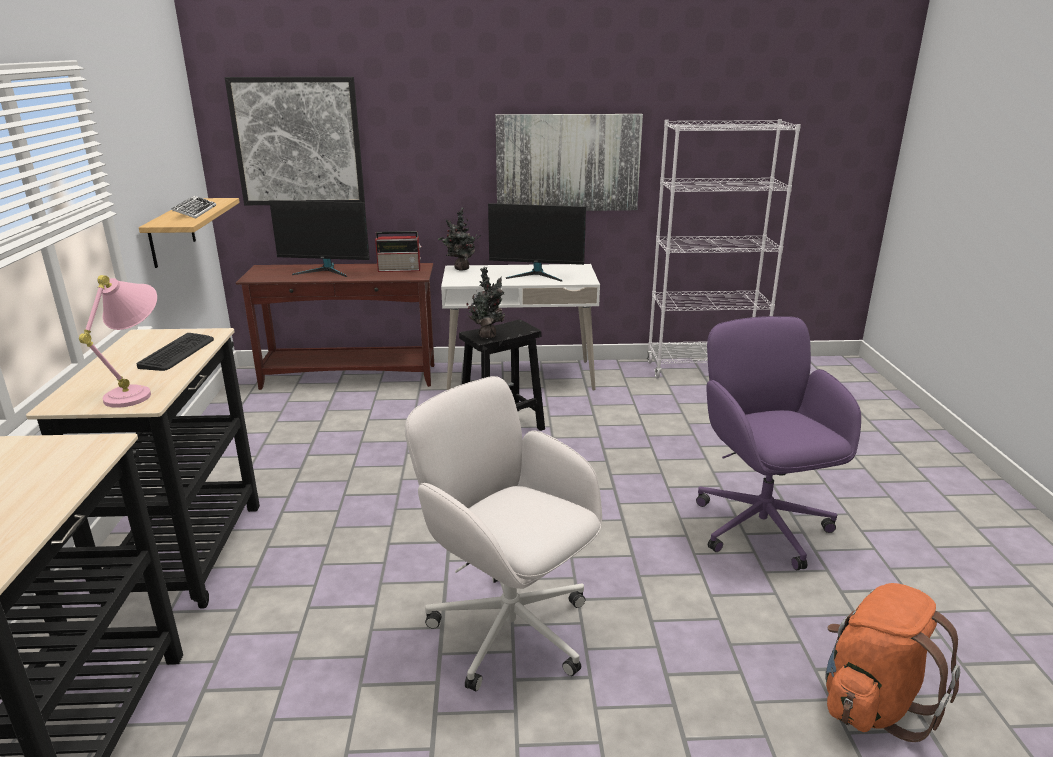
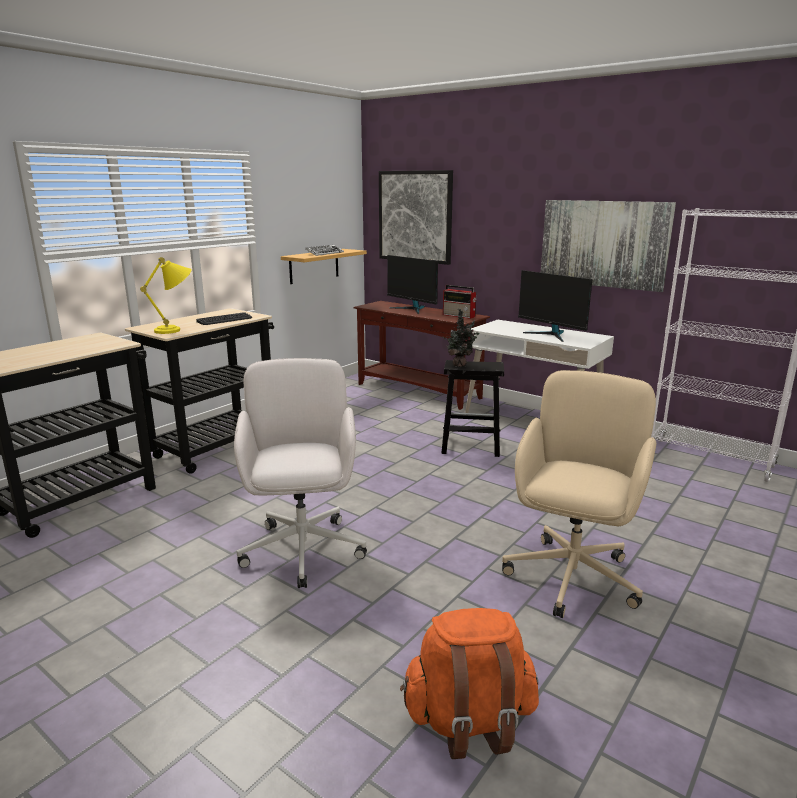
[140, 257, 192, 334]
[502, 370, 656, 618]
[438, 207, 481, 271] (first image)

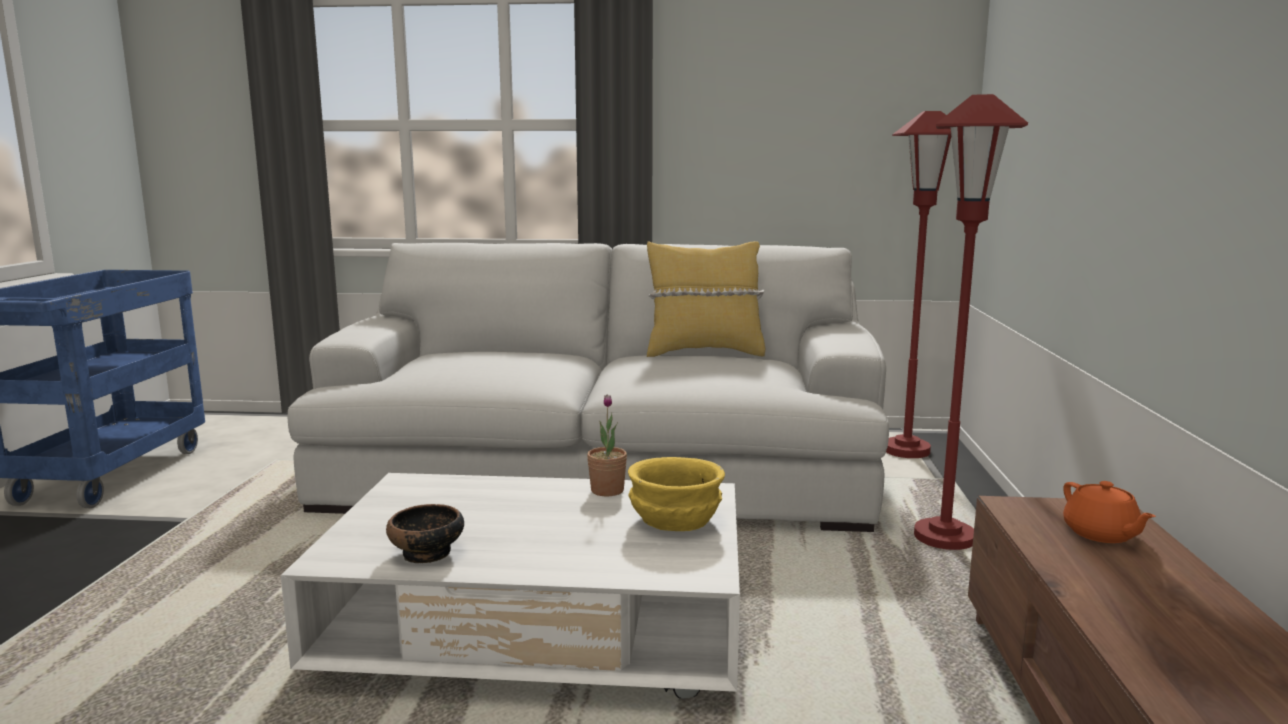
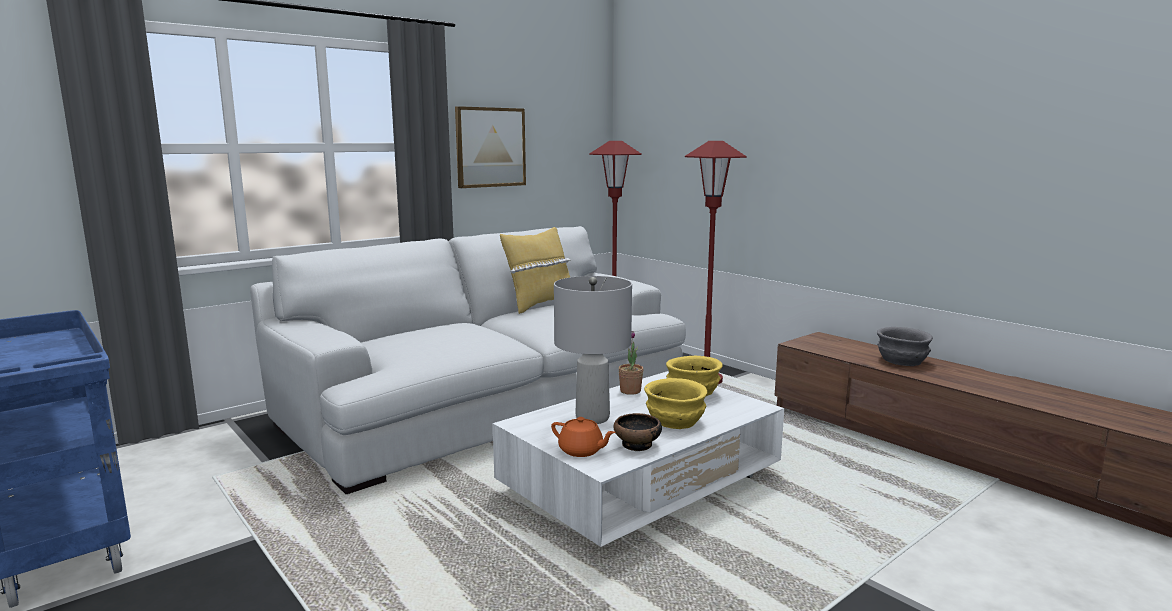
[455, 106, 526, 188]
[551, 417, 616, 457]
[554, 276, 632, 424]
[644, 378, 707, 429]
[877, 327, 933, 366]

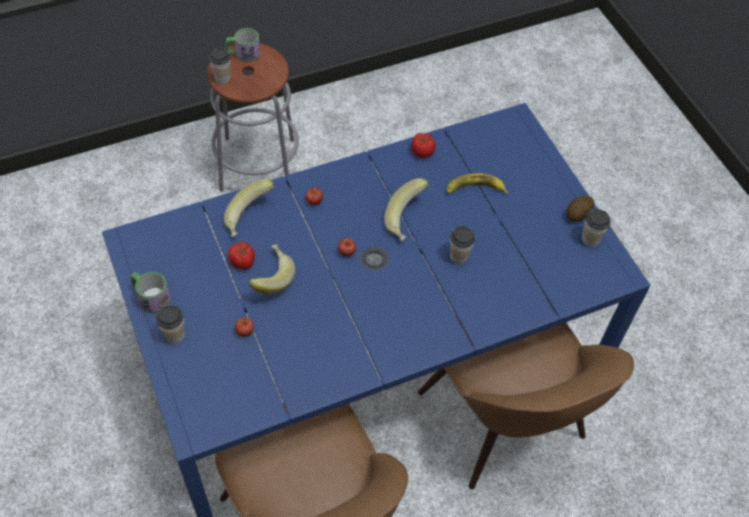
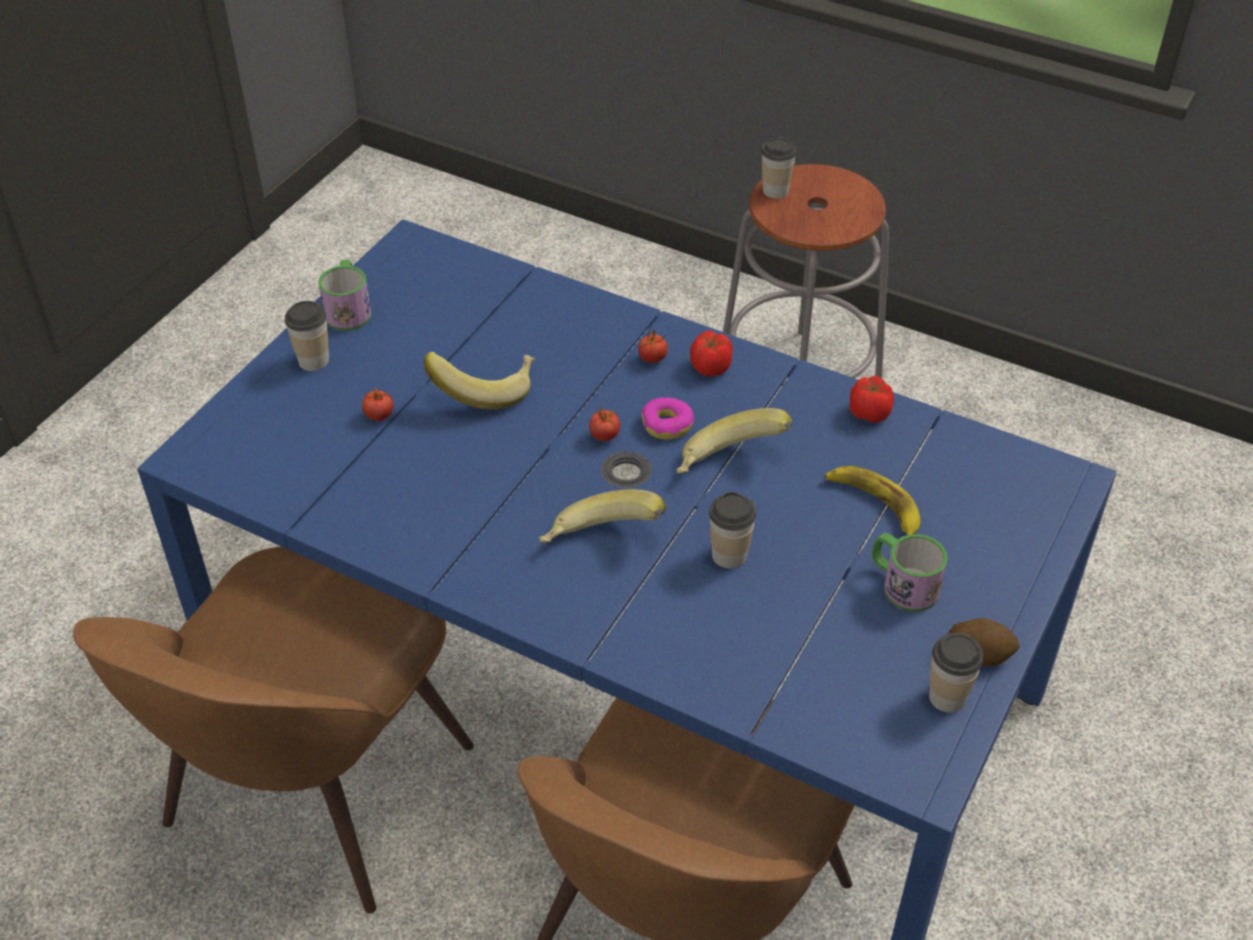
[539, 489, 666, 543]
[642, 397, 694, 440]
[690, 331, 733, 376]
[872, 532, 947, 612]

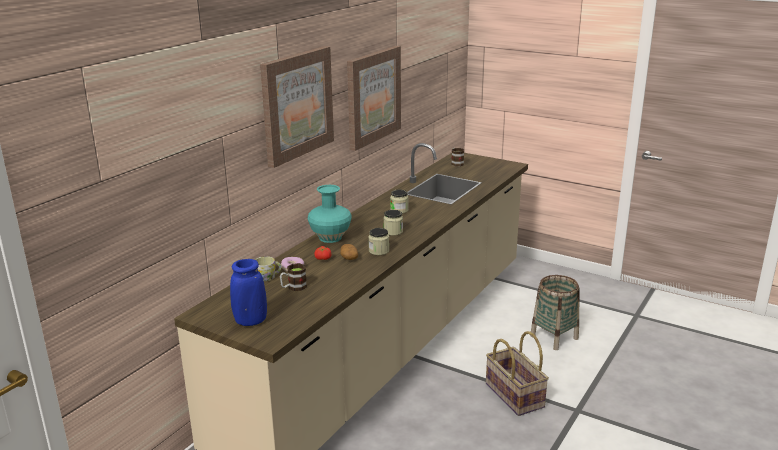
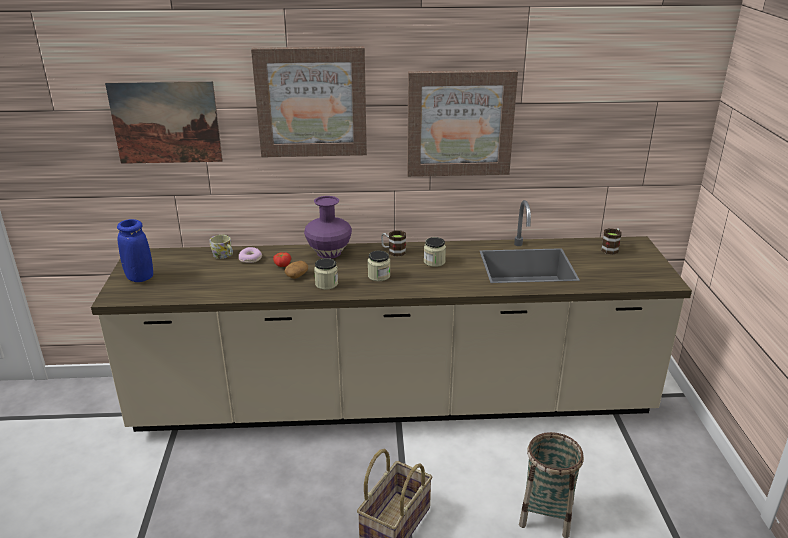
[105, 81, 223, 164]
[304, 196, 352, 259]
[381, 231, 406, 256]

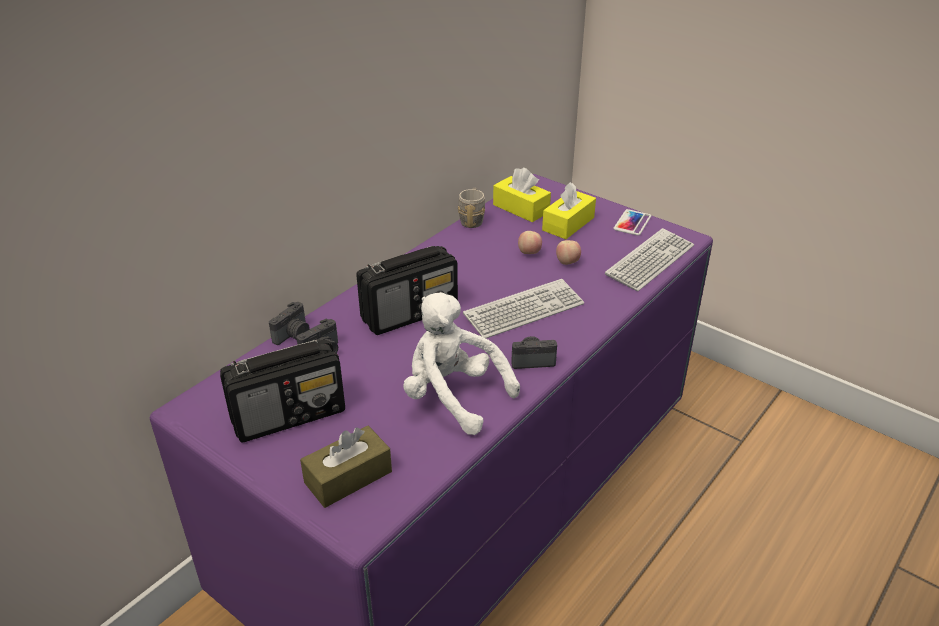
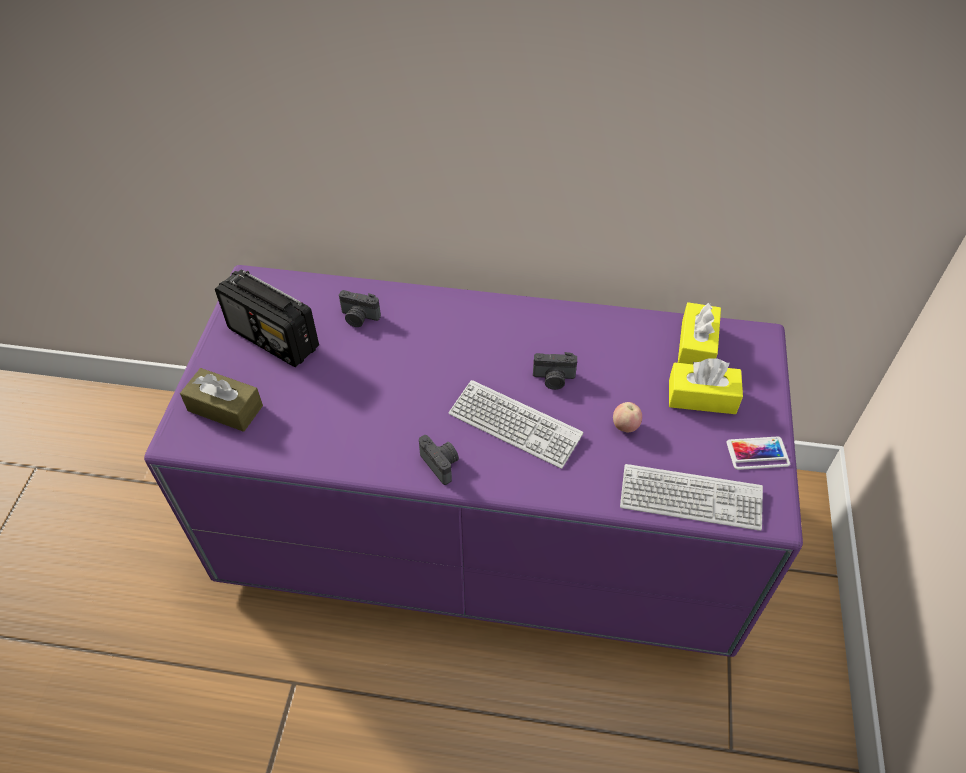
[533, 352, 577, 390]
[356, 246, 458, 335] (first image)
[403, 292, 520, 435] (first image)
[458, 188, 485, 228] (first image)
[518, 231, 542, 254] (first image)

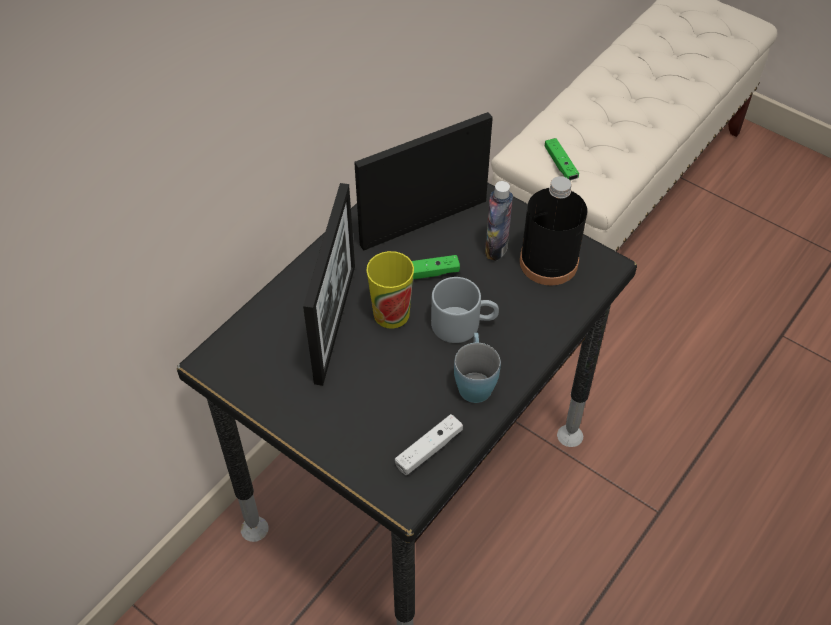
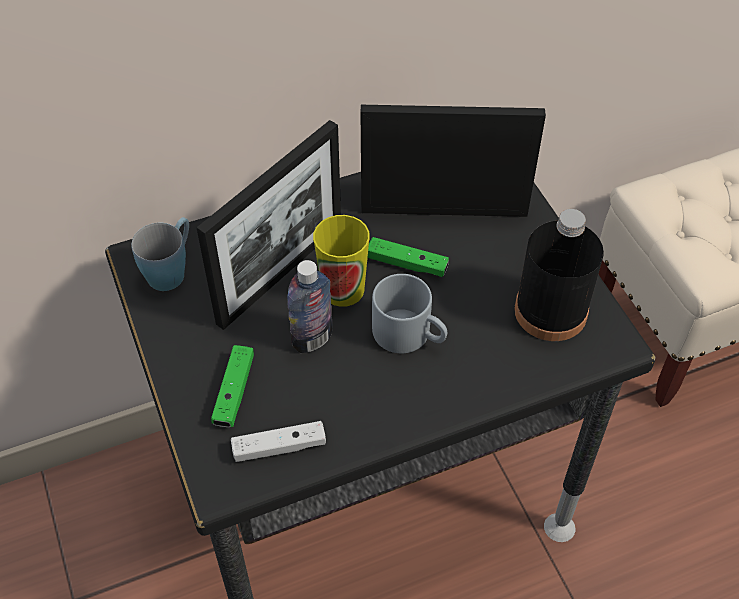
[131, 217, 189, 291]
[211, 345, 254, 427]
[287, 260, 332, 353]

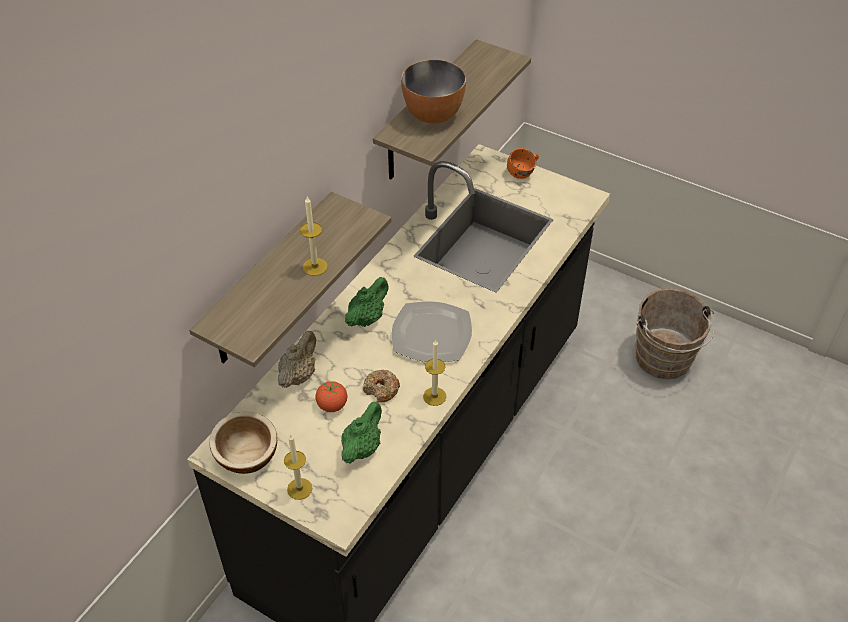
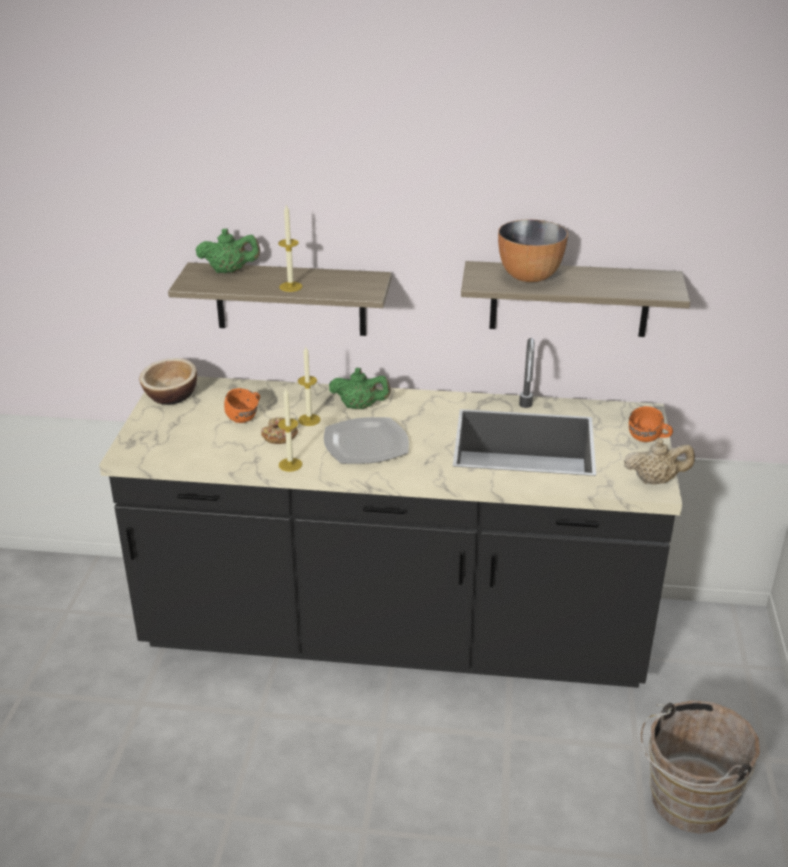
[196, 229, 260, 274]
[224, 388, 260, 423]
[298, 347, 321, 426]
[624, 439, 695, 484]

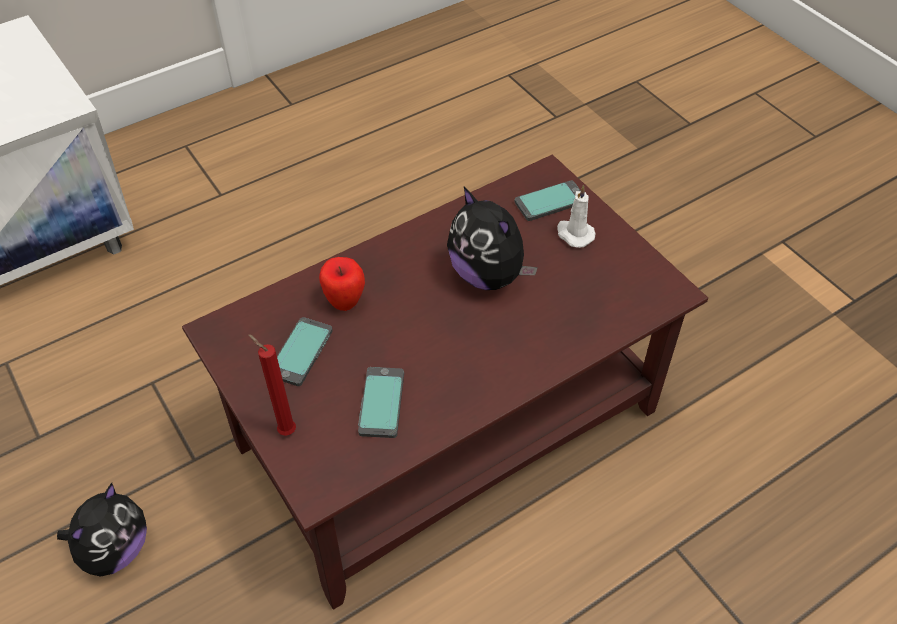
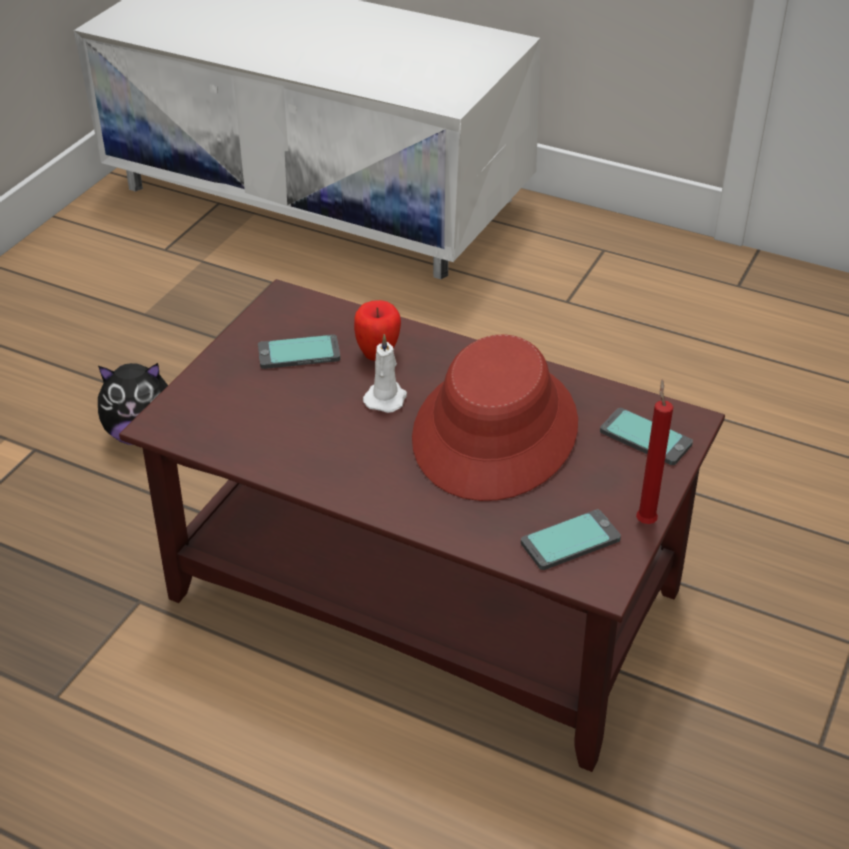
[363, 334, 407, 413]
[412, 335, 578, 501]
[521, 509, 621, 570]
[636, 380, 673, 524]

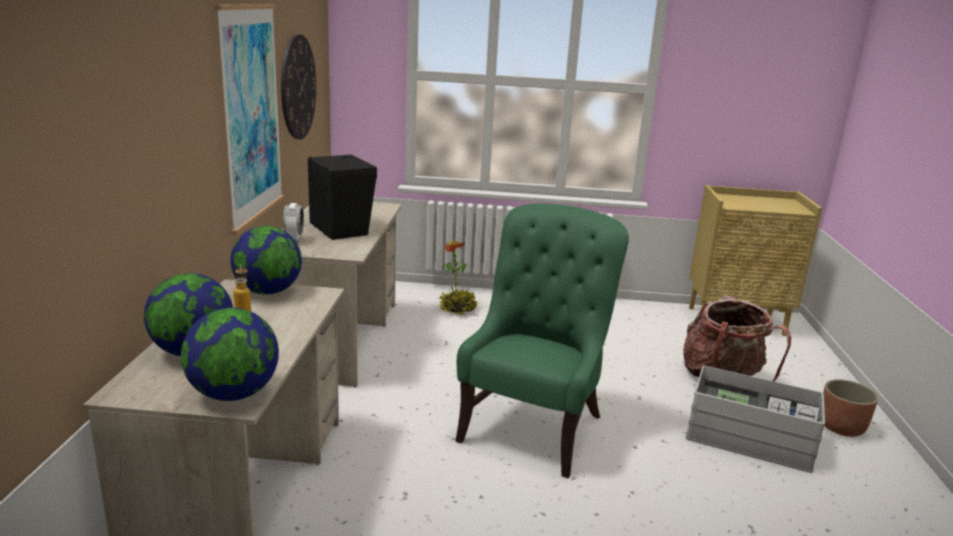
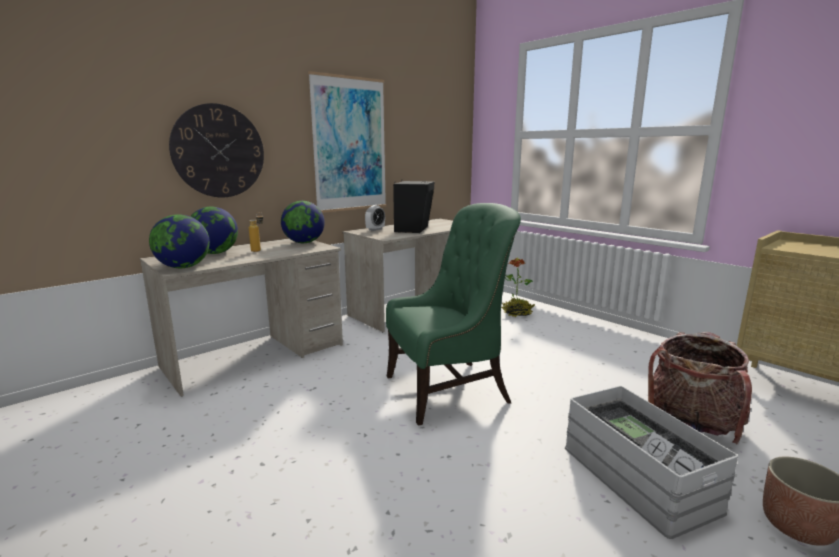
[169, 103, 264, 197]

